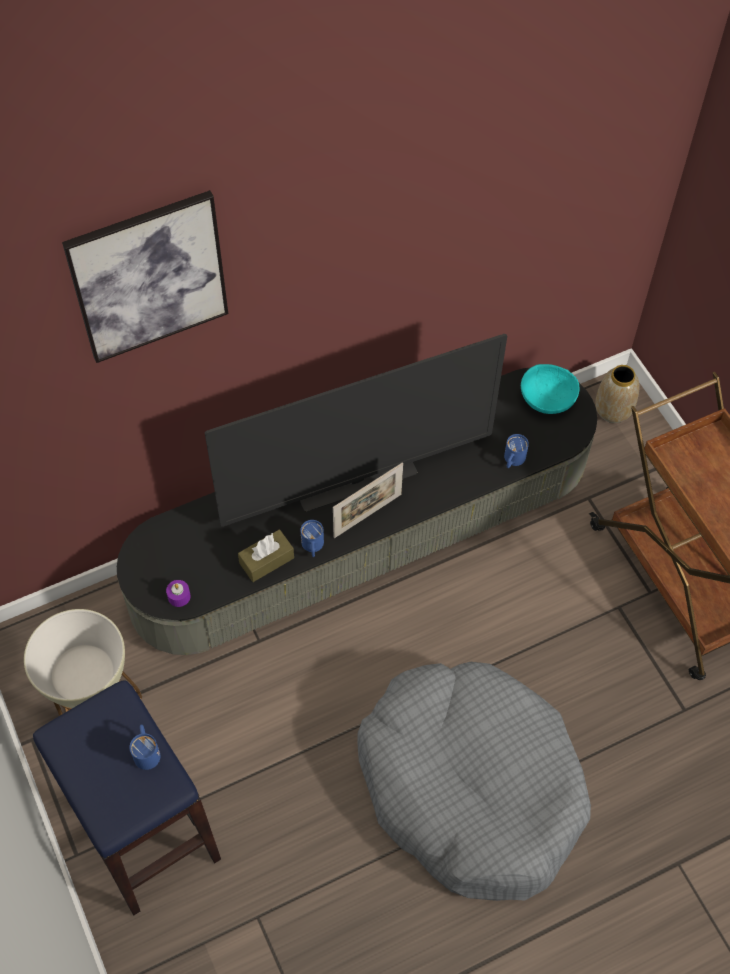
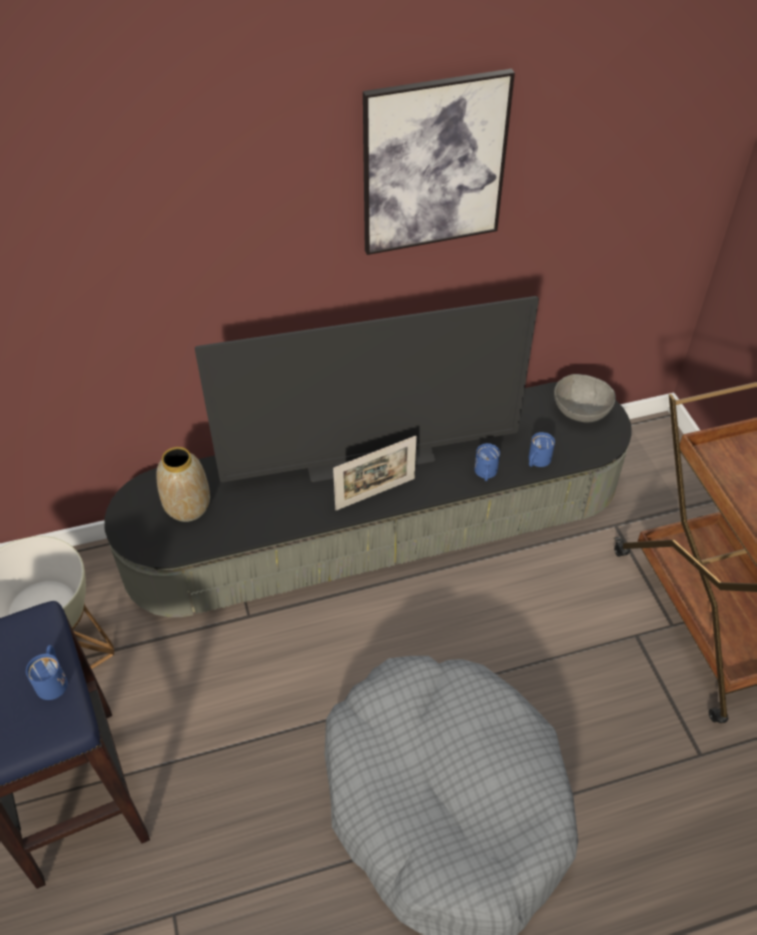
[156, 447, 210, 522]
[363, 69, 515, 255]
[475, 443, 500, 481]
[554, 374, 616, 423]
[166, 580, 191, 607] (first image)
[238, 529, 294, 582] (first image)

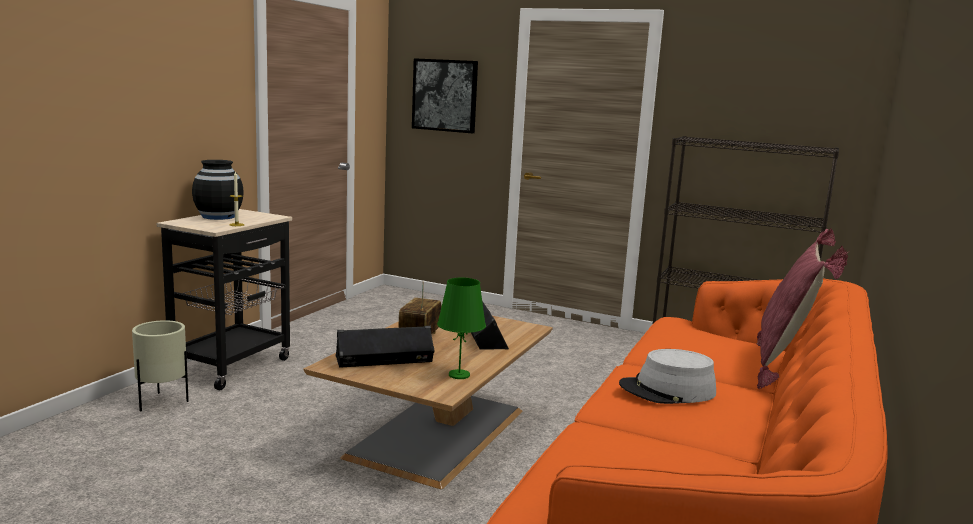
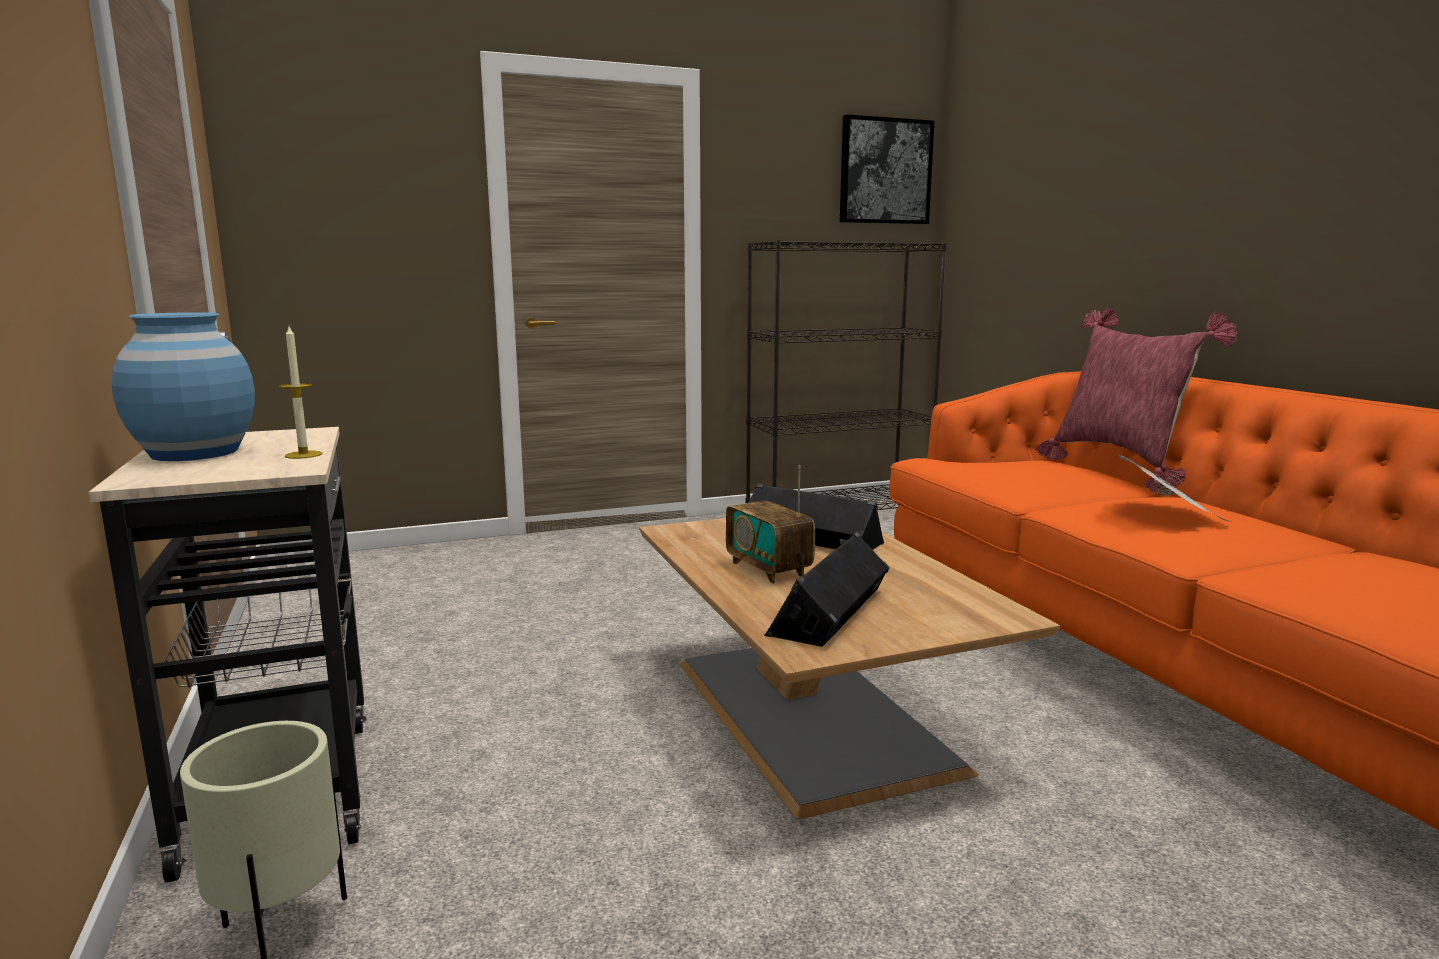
[112, 312, 255, 461]
[840, 115, 934, 224]
[1114, 453, 1232, 522]
[437, 278, 486, 379] (first image)

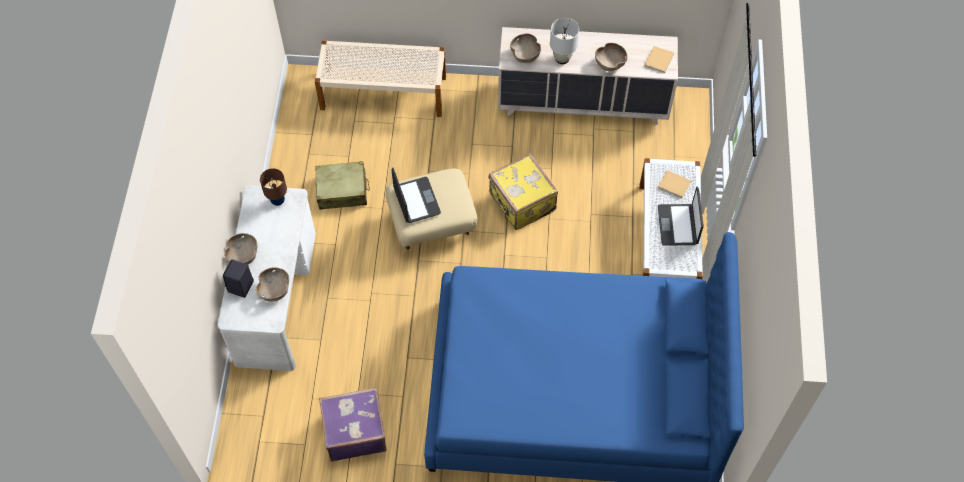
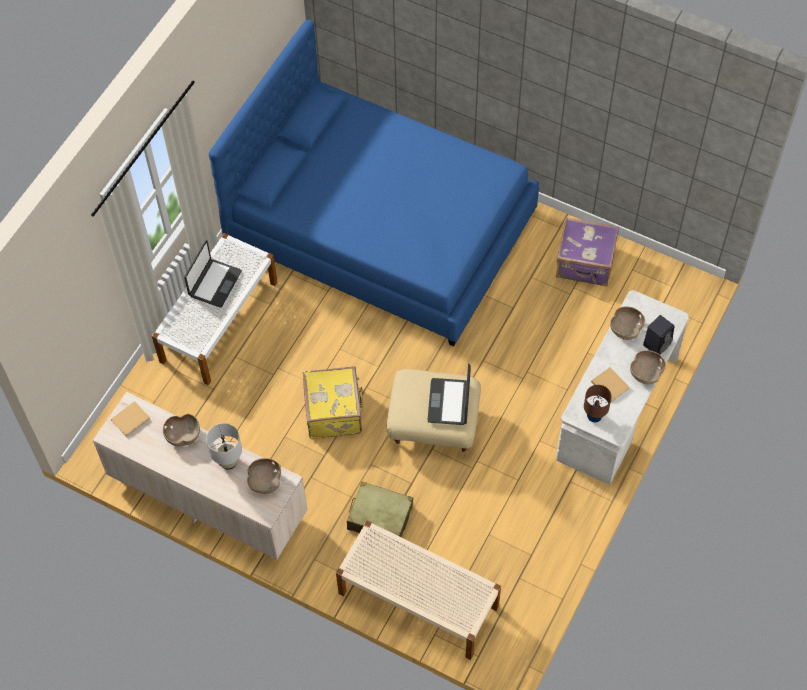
[347, 482, 413, 541]
[591, 367, 630, 402]

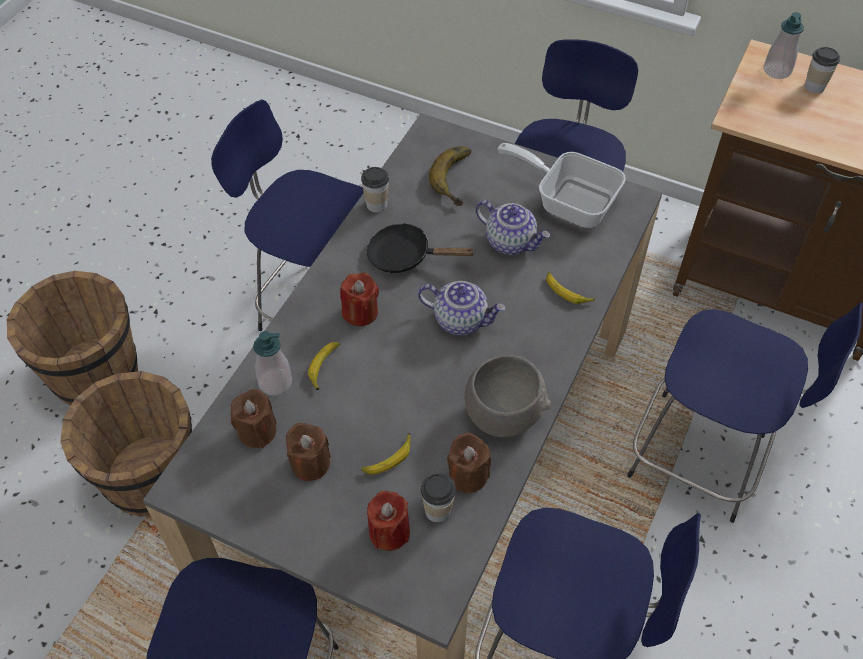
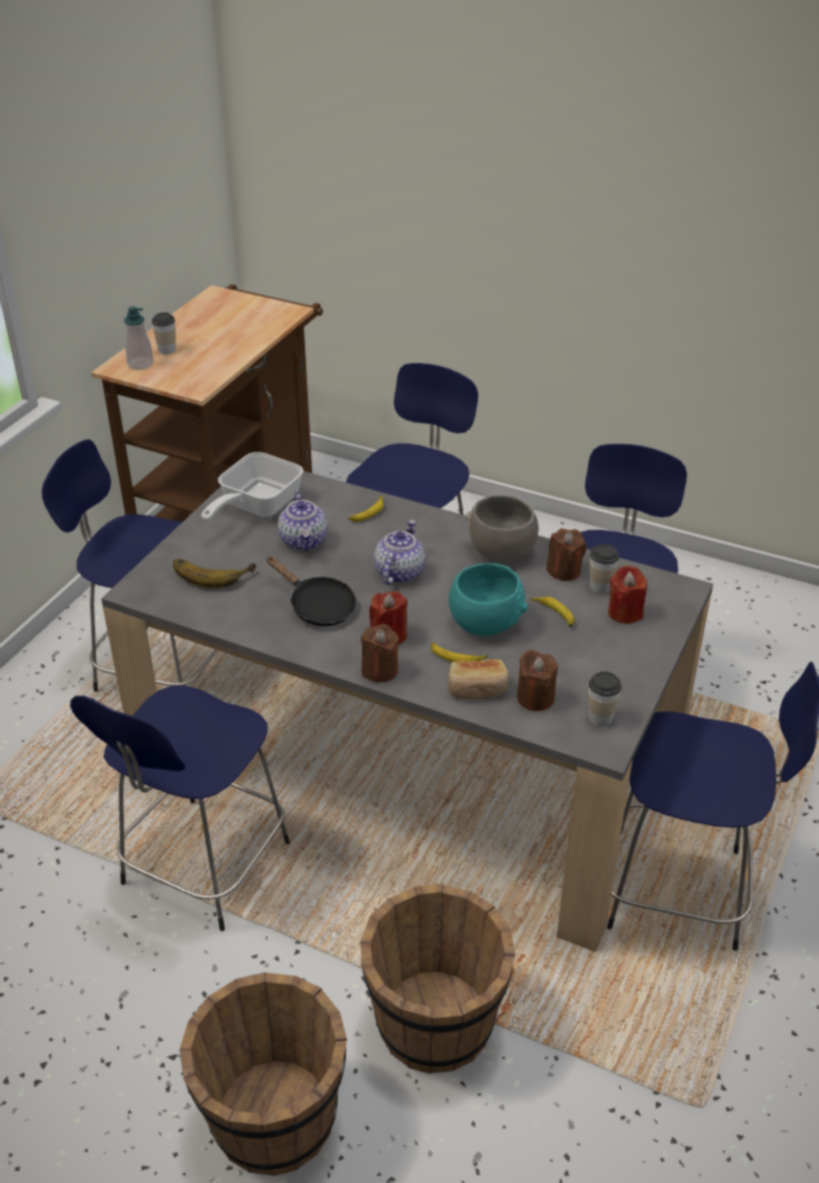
[266, 557, 356, 626]
[278, 491, 328, 552]
[361, 624, 399, 682]
[448, 659, 509, 699]
[449, 563, 528, 636]
[589, 671, 622, 727]

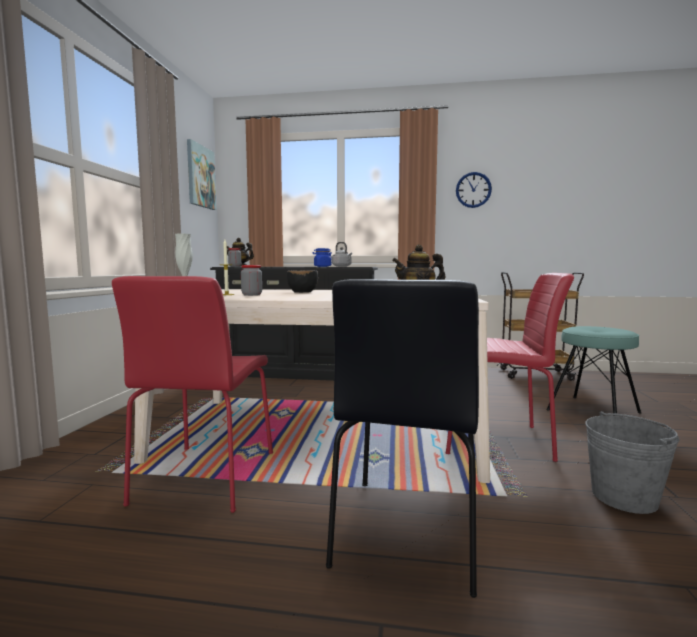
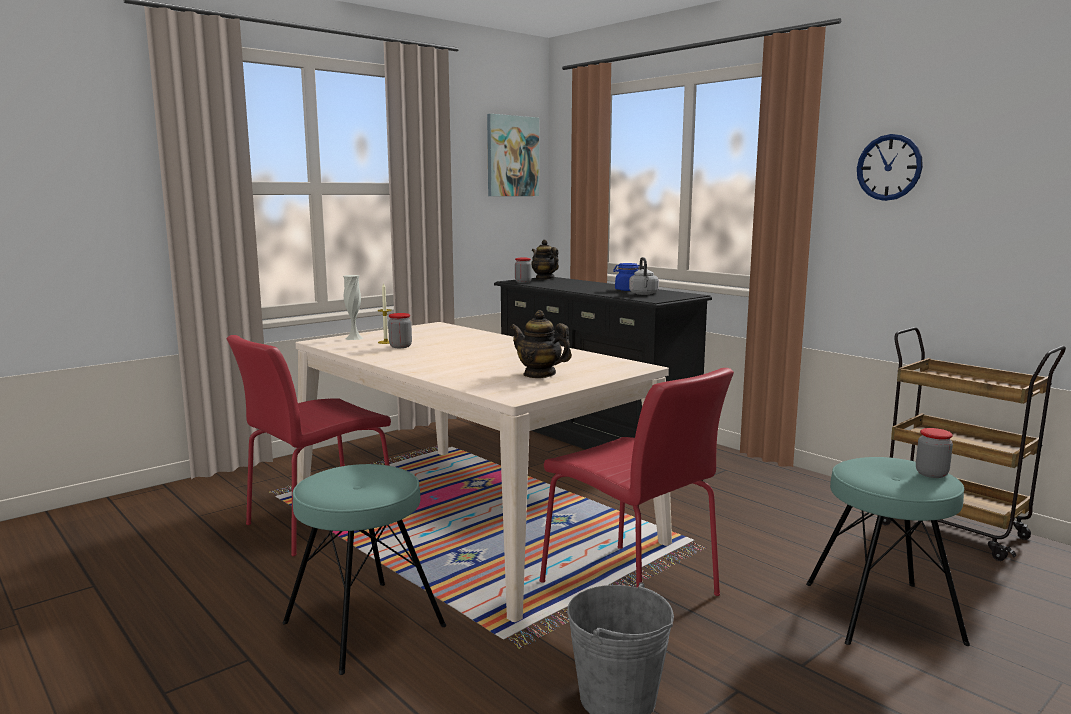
[282, 464, 446, 675]
[916, 428, 953, 478]
[287, 270, 318, 293] (first image)

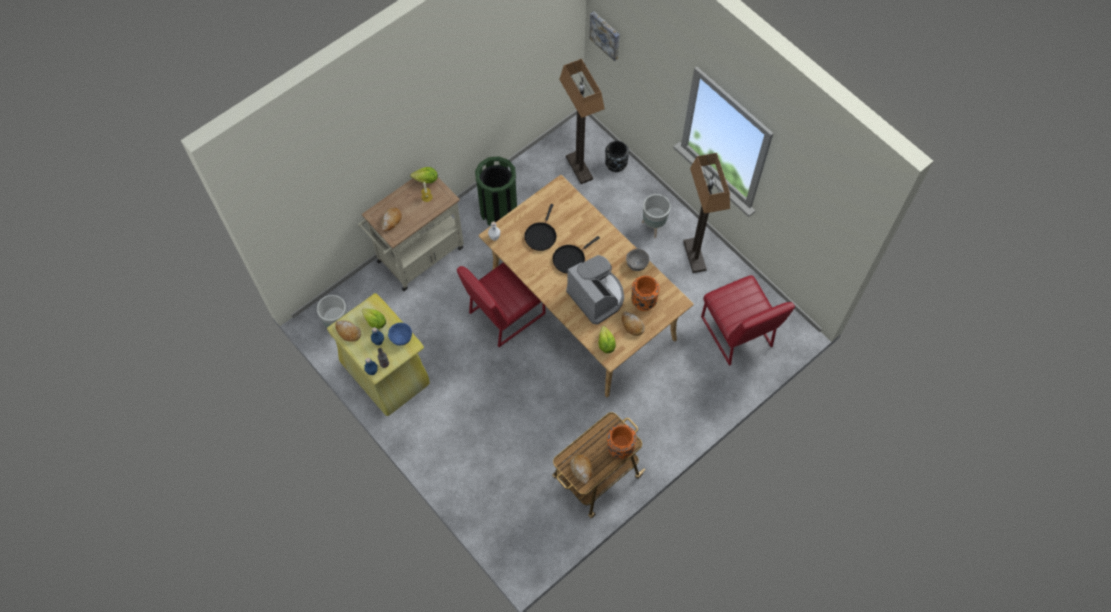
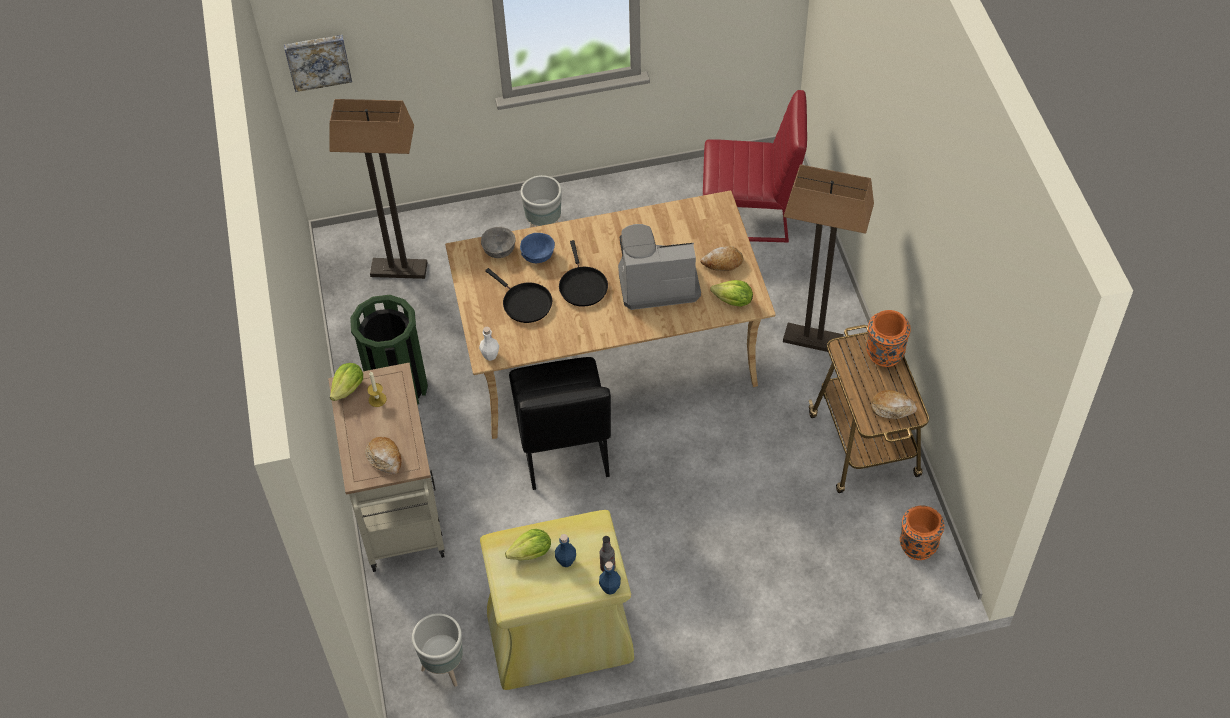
[481, 227, 516, 258]
[509, 357, 611, 490]
[520, 233, 555, 263]
[783, 164, 874, 352]
[900, 506, 945, 560]
[336, 321, 361, 342] (first image)
[605, 141, 629, 172] (first image)

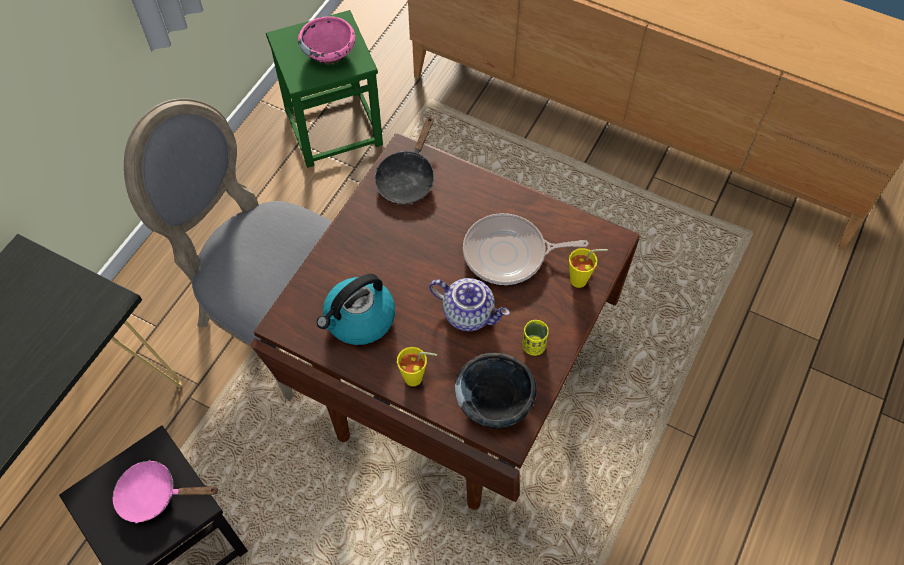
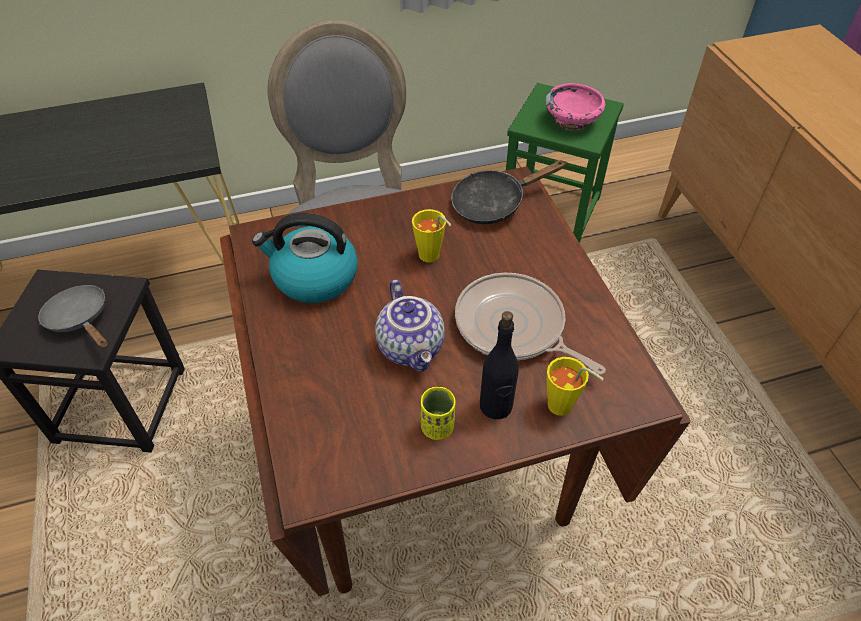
[38, 285, 108, 349]
[412, 209, 451, 262]
[480, 311, 519, 419]
[455, 353, 536, 429] (first image)

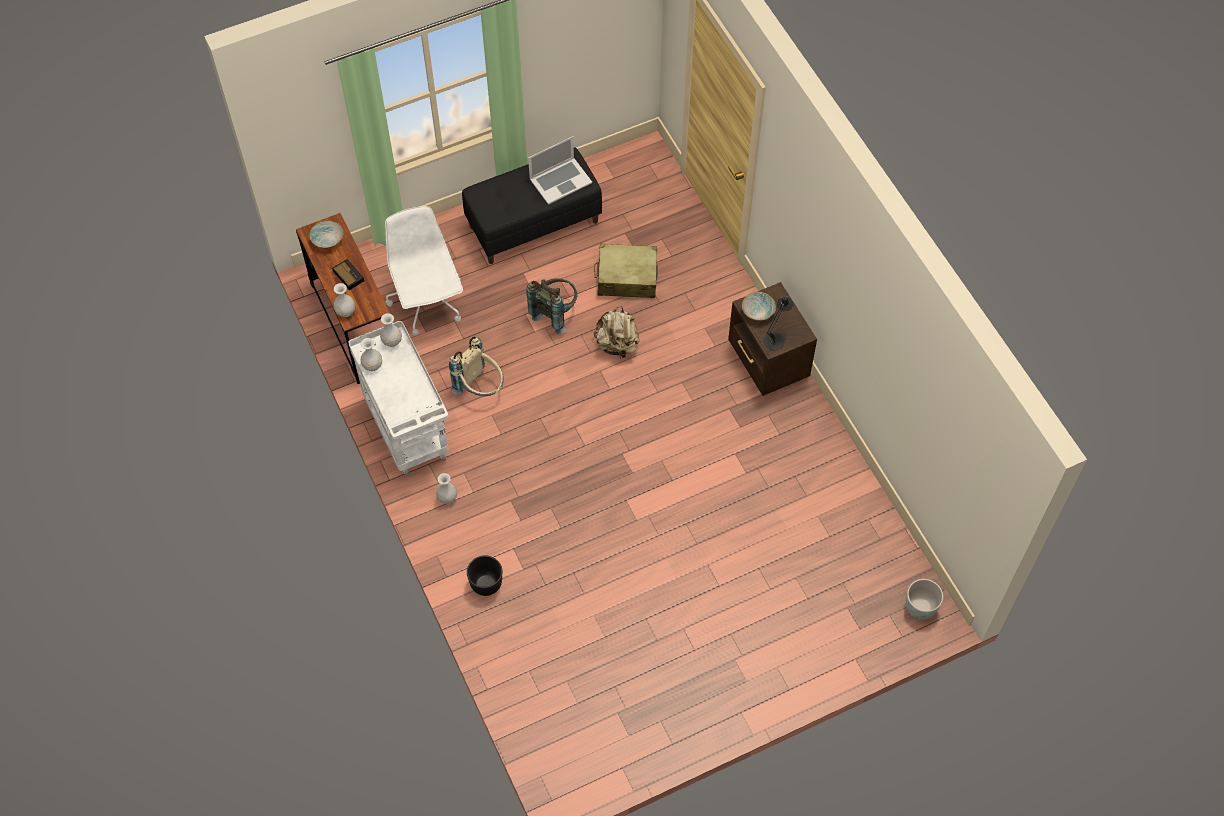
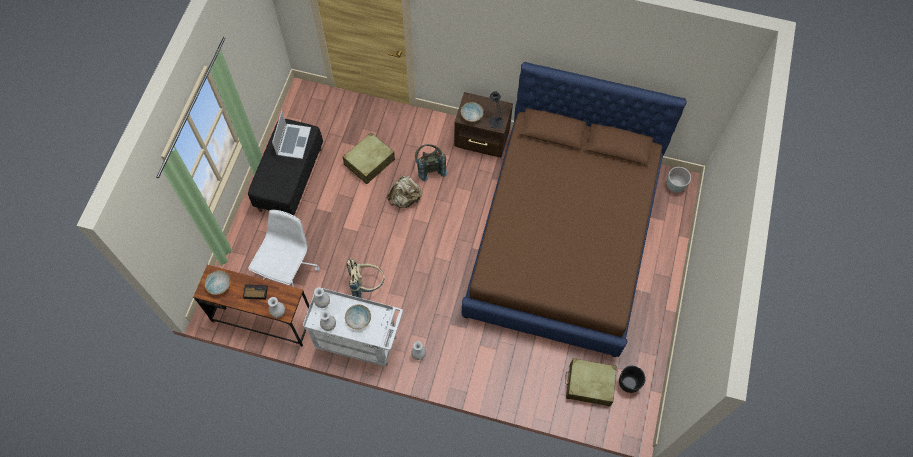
[248, 210, 319, 287]
[345, 305, 371, 329]
[415, 144, 448, 181]
[462, 62, 687, 357]
[565, 358, 617, 406]
[619, 366, 646, 393]

